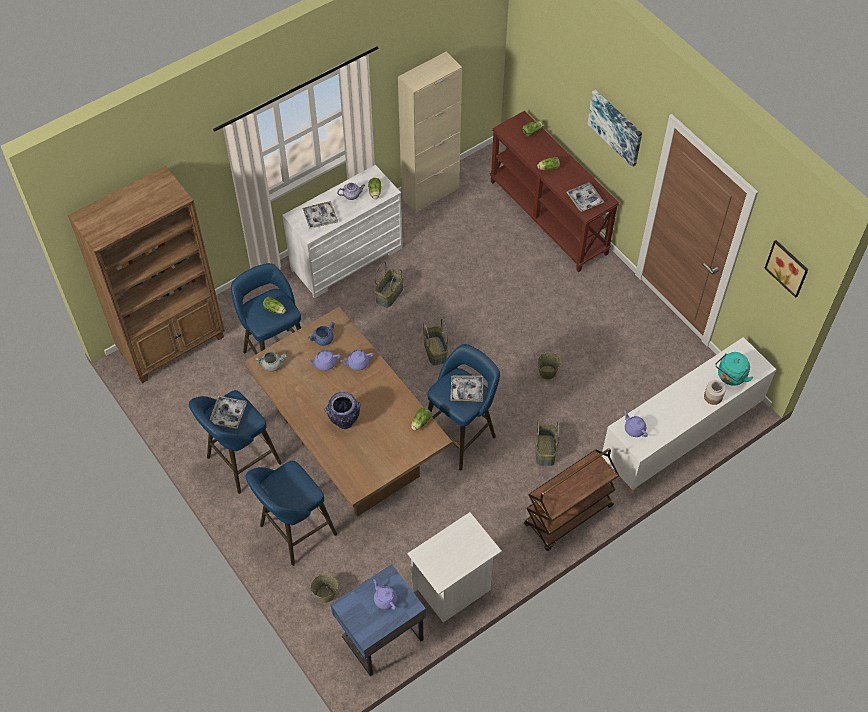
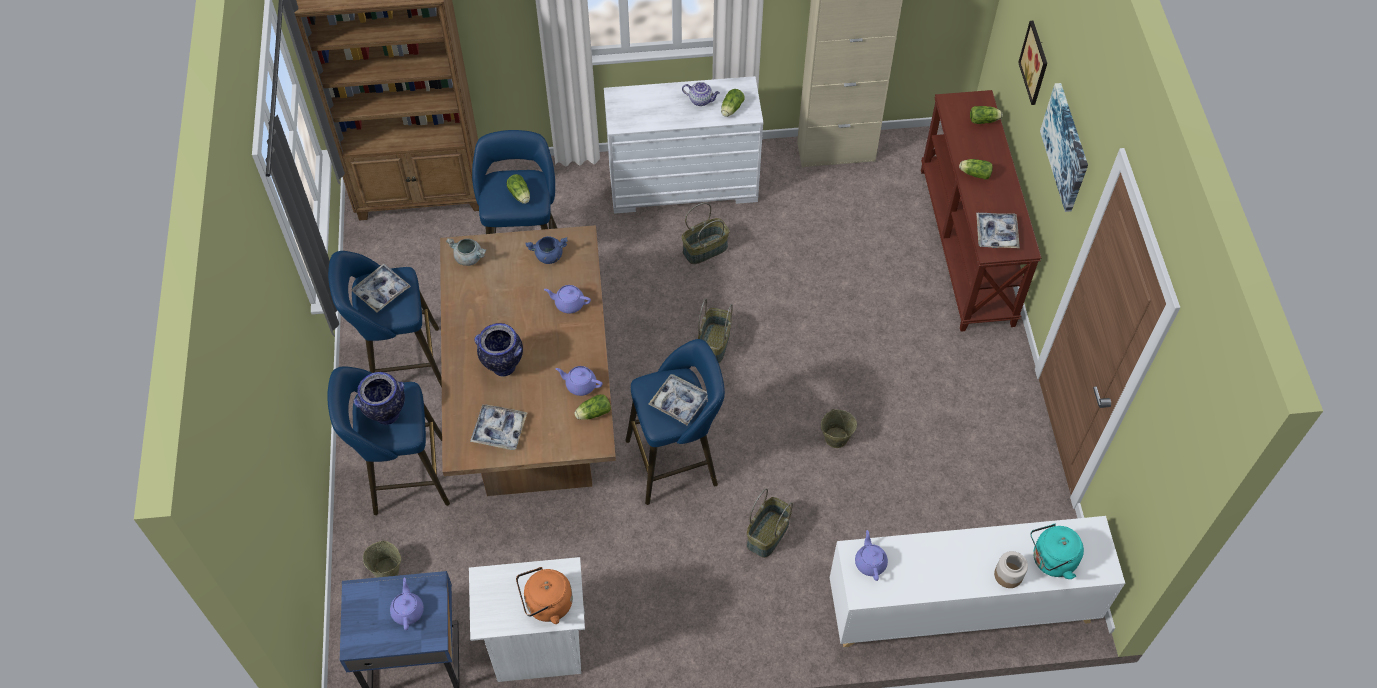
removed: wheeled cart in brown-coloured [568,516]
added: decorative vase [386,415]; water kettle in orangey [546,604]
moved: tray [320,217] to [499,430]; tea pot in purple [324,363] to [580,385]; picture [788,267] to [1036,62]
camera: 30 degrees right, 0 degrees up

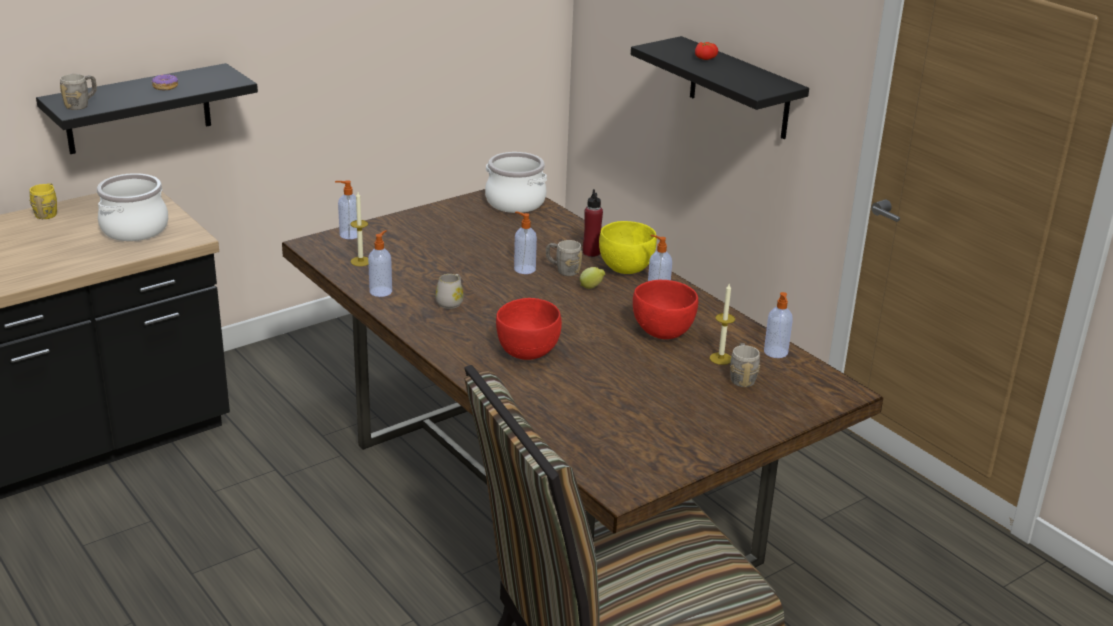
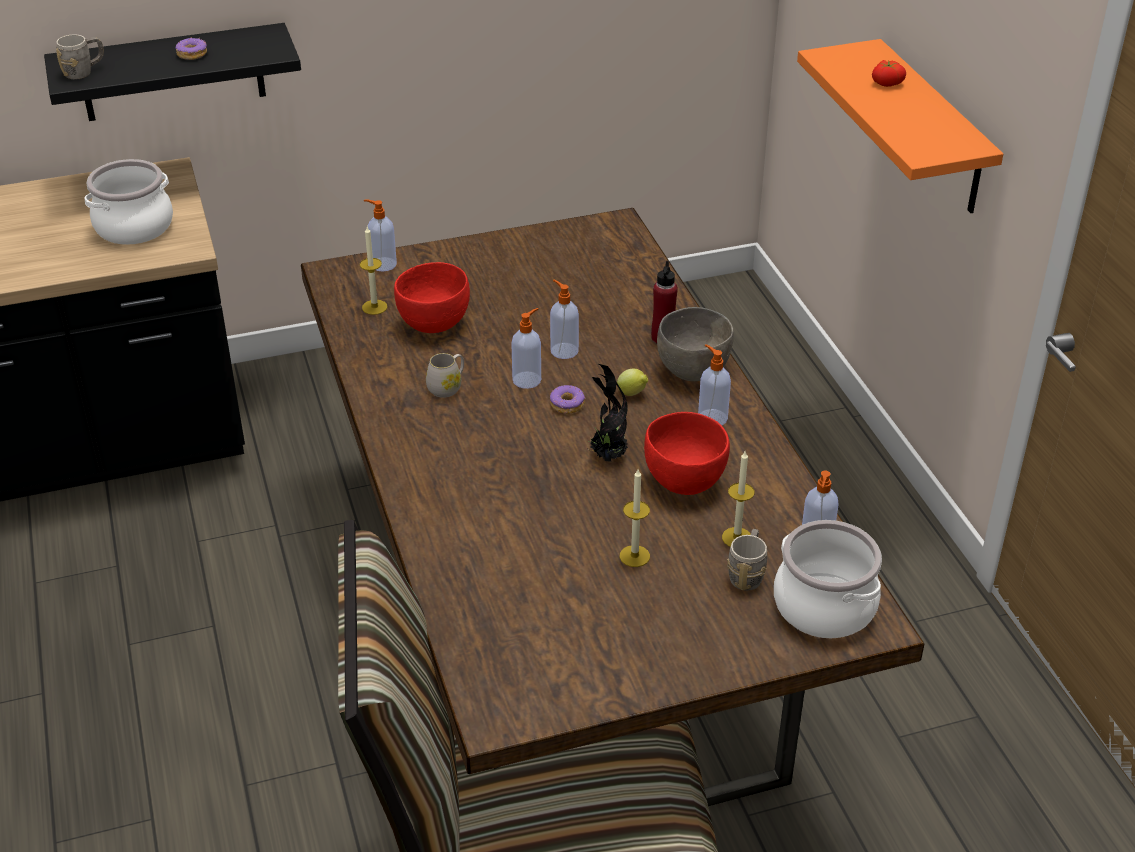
removed: tea mug in yellow-coloured [48,213]; tea mug in grey [563,270]
added: donut [567,404]; potted plant [607,456]; candle [634,556]
moved: liquid soap bottle [381,291] to [527,379]; saucepot [515,202] to [825,606]; bowl in red [528,353] to [435,324]
recoloured: bowl in yellow-coloured [626,269] to bowl in grey [692,371]; wall shelf in black-coloured [739,89] to wall shelf in orangey [932,129]
camera: 20 degrees right, 10 degrees up

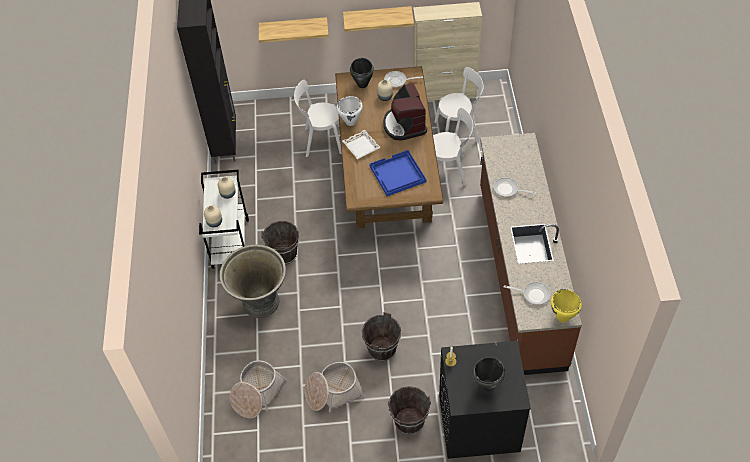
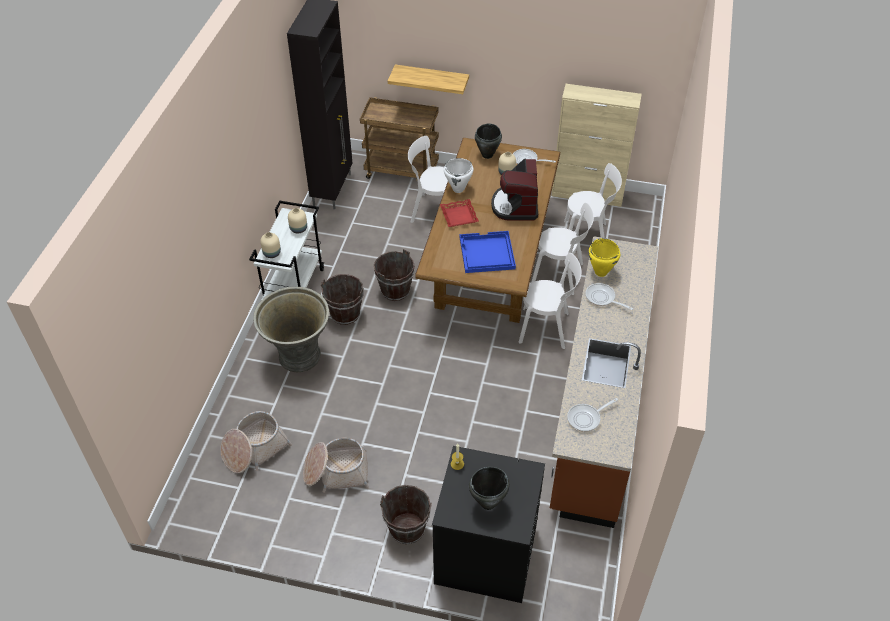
removed: wall shelf [377,17]
added: wheeled cart in brown-coloured [402,171]; plain chair in white [547,328]
moved: bucket in brown-coloured [382,349] to [395,291]; saucepot in yellow-coloured [562,317] to [600,272]
recoloured: tray in white [361,146] to tray in red [459,216]
turned: frying pan [533,294] = [586,418] 120 degrees clockwise
camera: 15 degrees right, 5 degrees down

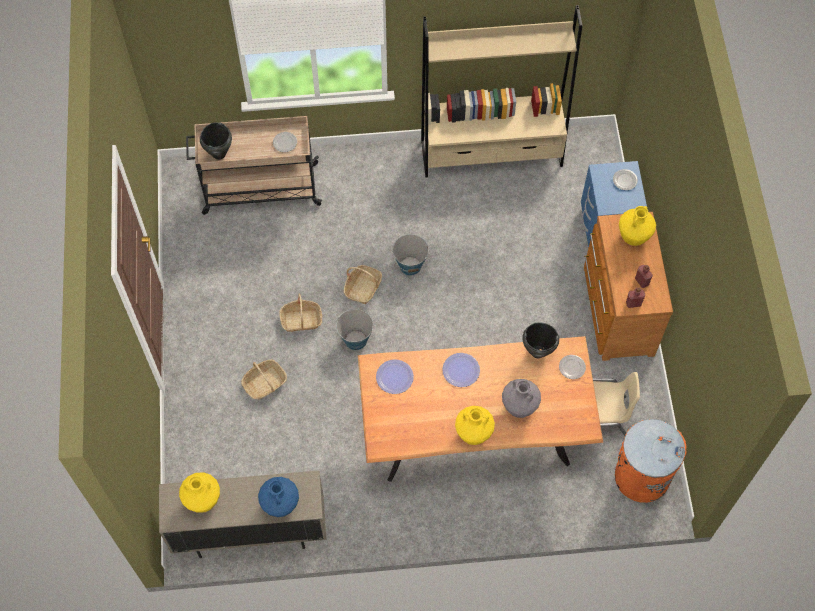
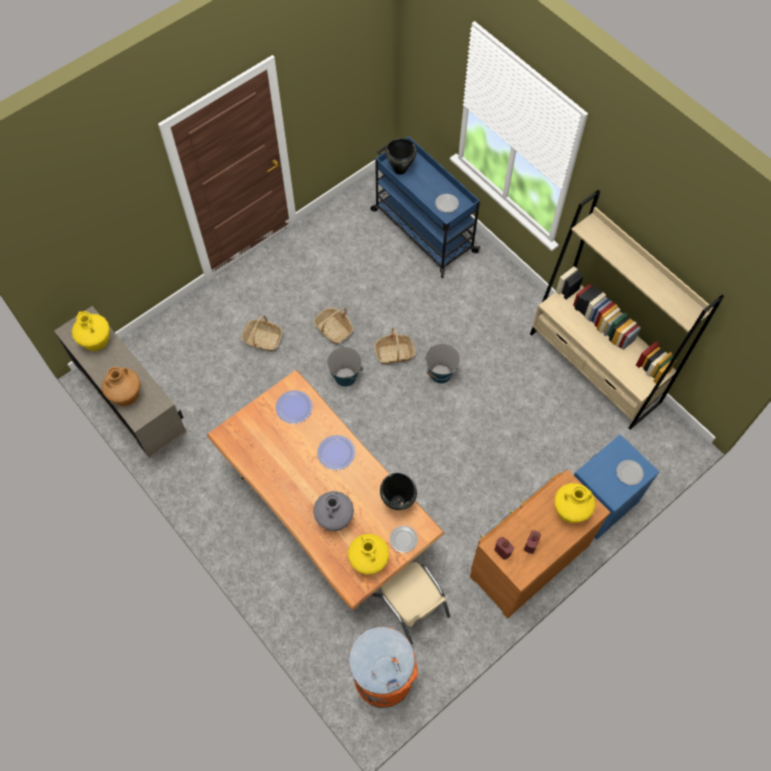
moved: decorative vase in yellow-coloured [474,434] to [369,562]
recoloured: wheeled cart in sand-coloured [259,189] to wheeled cart in blue [422,230]; decorative vase in blue [280,505] to decorative vase in brown-coloured [126,396]
camera: 55 degrees right, 0 degrees up

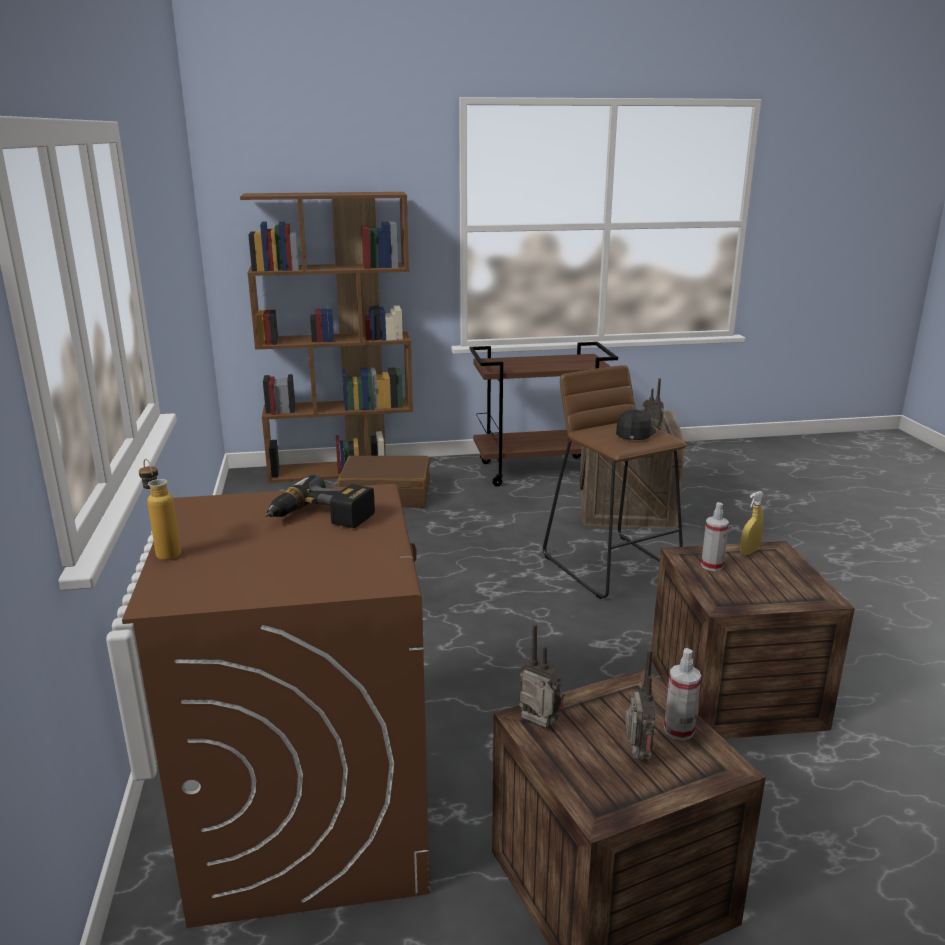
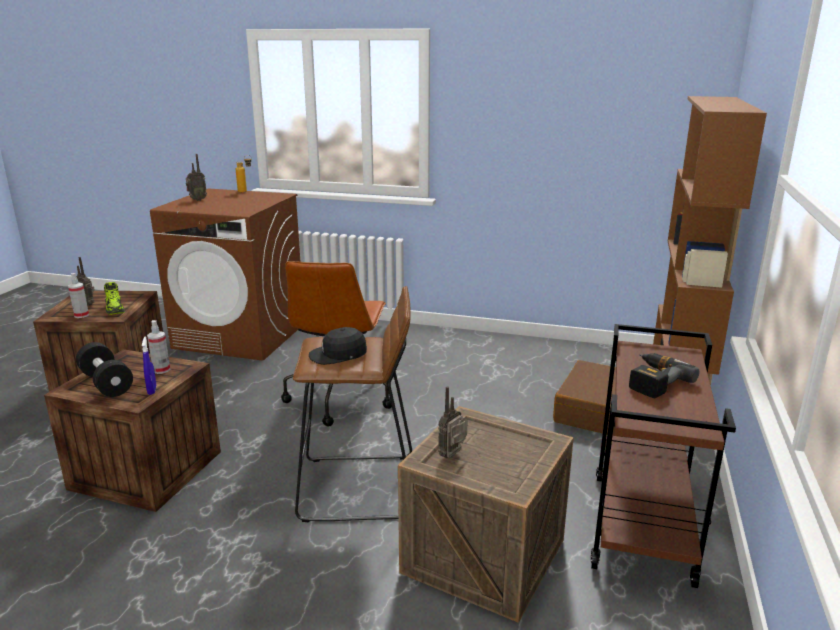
added: free weight in black-coloured [106,383]; shoe [115,309]; desk chair in brown-coloured [339,396]
moved: electric drill [320,518] to [653,381]; radio set [538,727] to [197,200]
recoloured: spray bottle in yellow-coloured [749,552] to spray bottle in blue [152,390]
turned: baseball cap in black-coloured [634,433] = [338,354] 120 degrees clockwise
camera: 115 degrees right, 0 degrees up

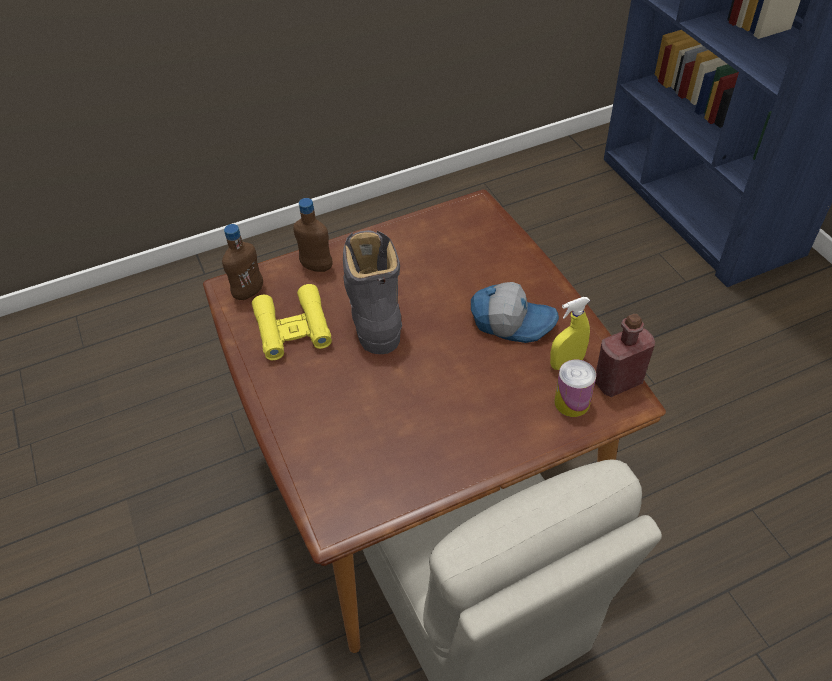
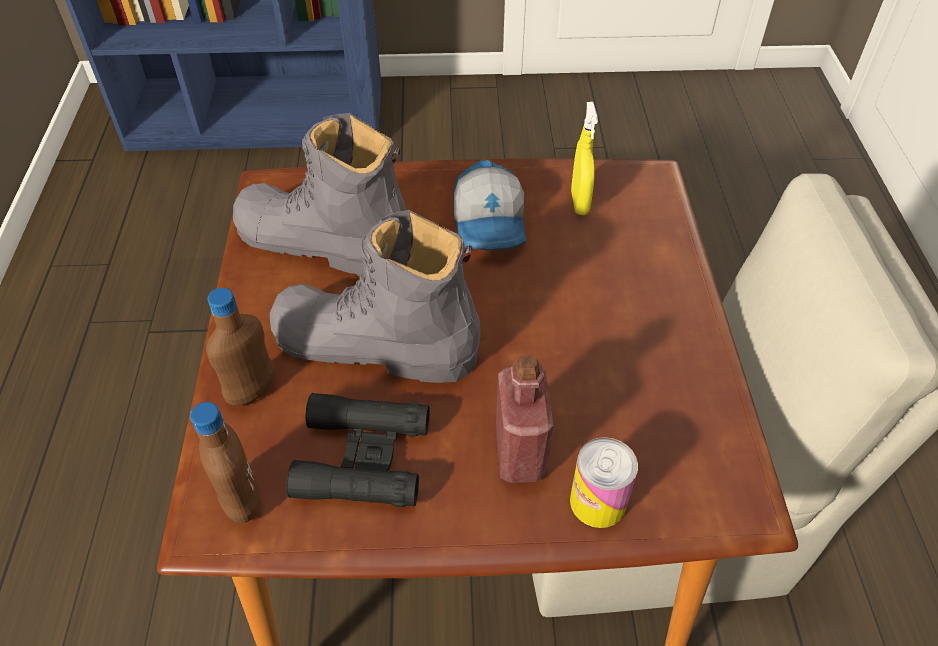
added: boot in grey [324,243]
moved: sealed can [572,402] to [598,502]; drink bottle in red [618,382] to [520,453]
recoloured: binoculars in yellow-coloured [293,328] to binoculars in black-coloured [363,458]
turned: baseball cap [512,321] = [491,223] 135 degrees clockwise
camera: 70 degrees left, 0 degrees up

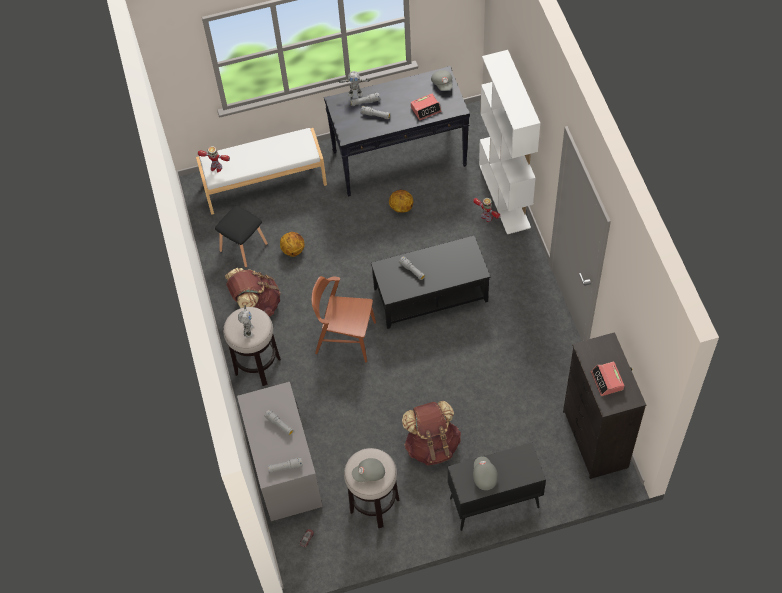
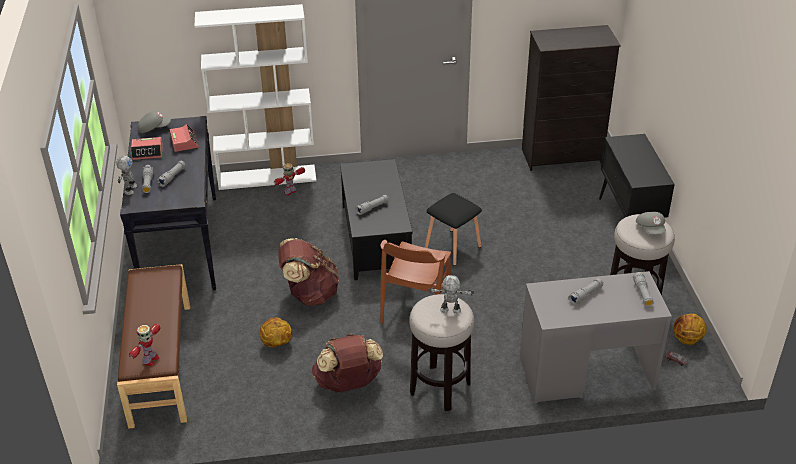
removed: baseball cap in grey [484,476]
moved: sitting stool in black-coloured [243,246] to [452,247]; basketball ball [401,208] to [686,340]; rucksack in brown-coloured [432,445] to [310,294]; table clock [607,381] to [147,152]
recoloured: long seat in white [264,183] to long seat in brown-coloured [160,364]
camera: 85 degrees left, 20 degrees down

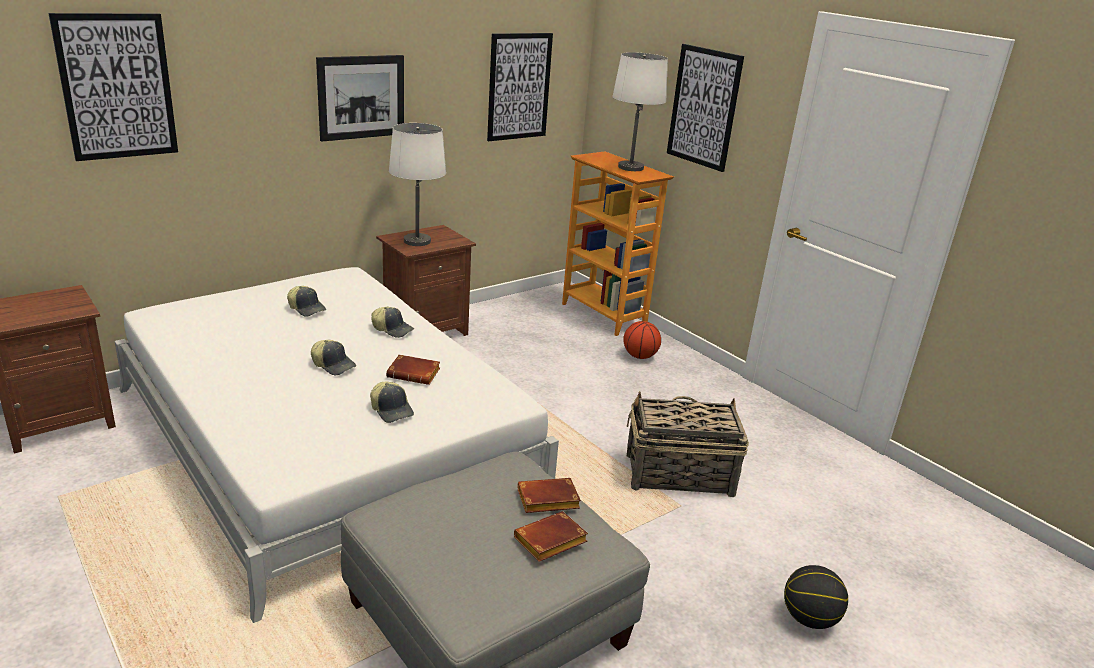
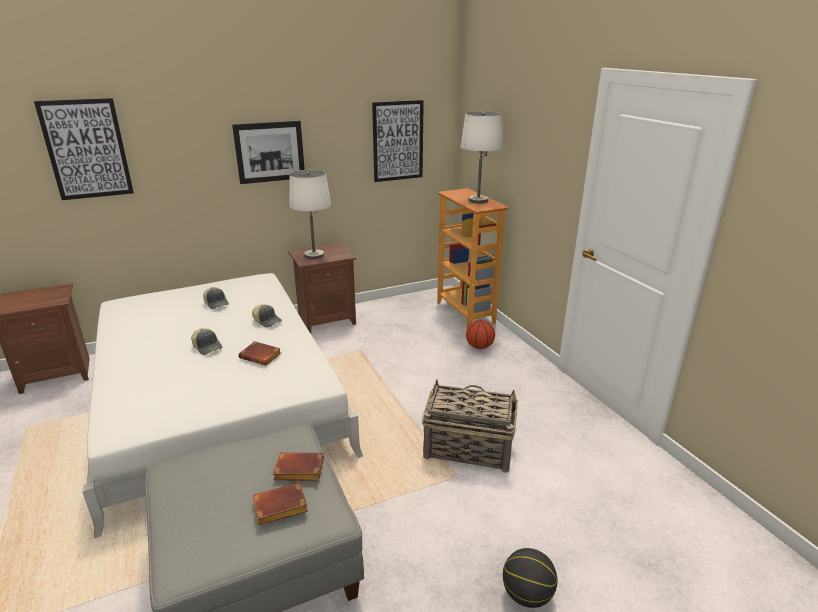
removed: baseball cap [392,410]; picture [704,107]
camera: 15 degrees right, 0 degrees up

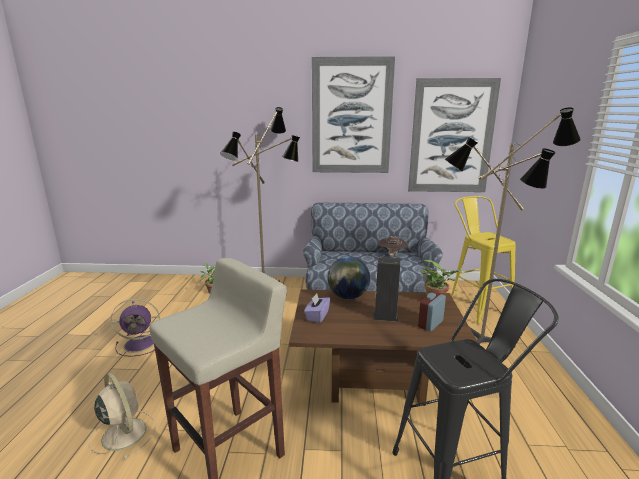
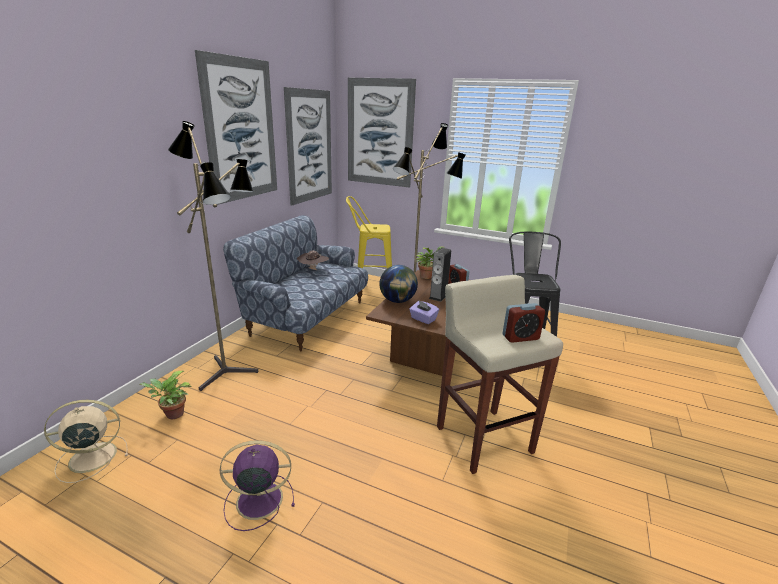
added: picture [379,133]; table clock [520,337]
moved: fan in sand-coloured [123,433] to [90,457]
turned: fan in purple [141,343] = [257,500] 105 degrees counterclockwise
camera: 70 degrees left, 5 degrees up

